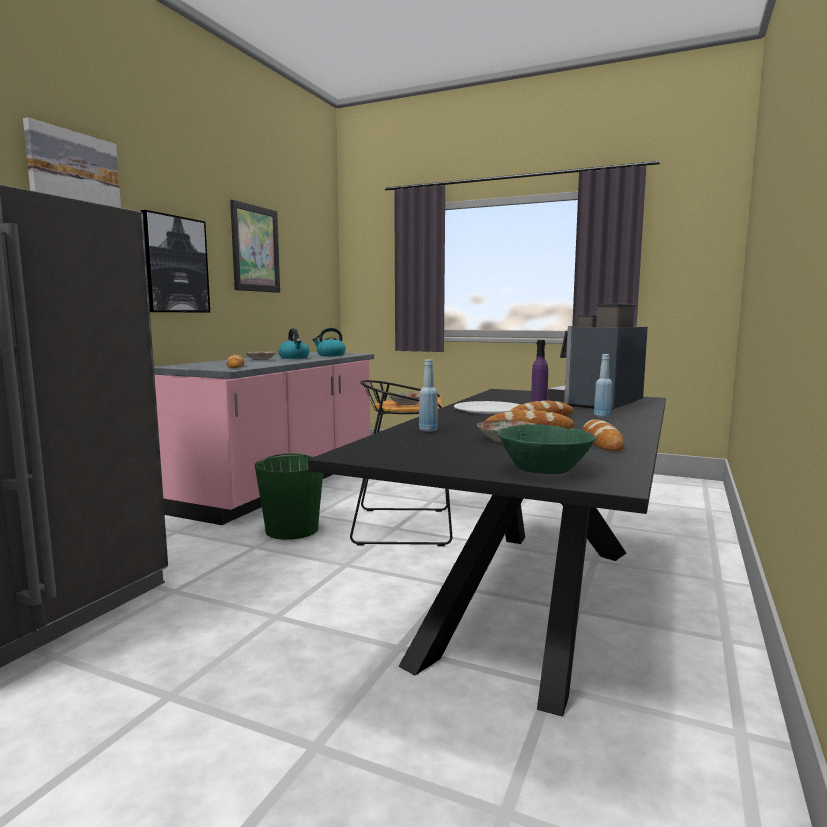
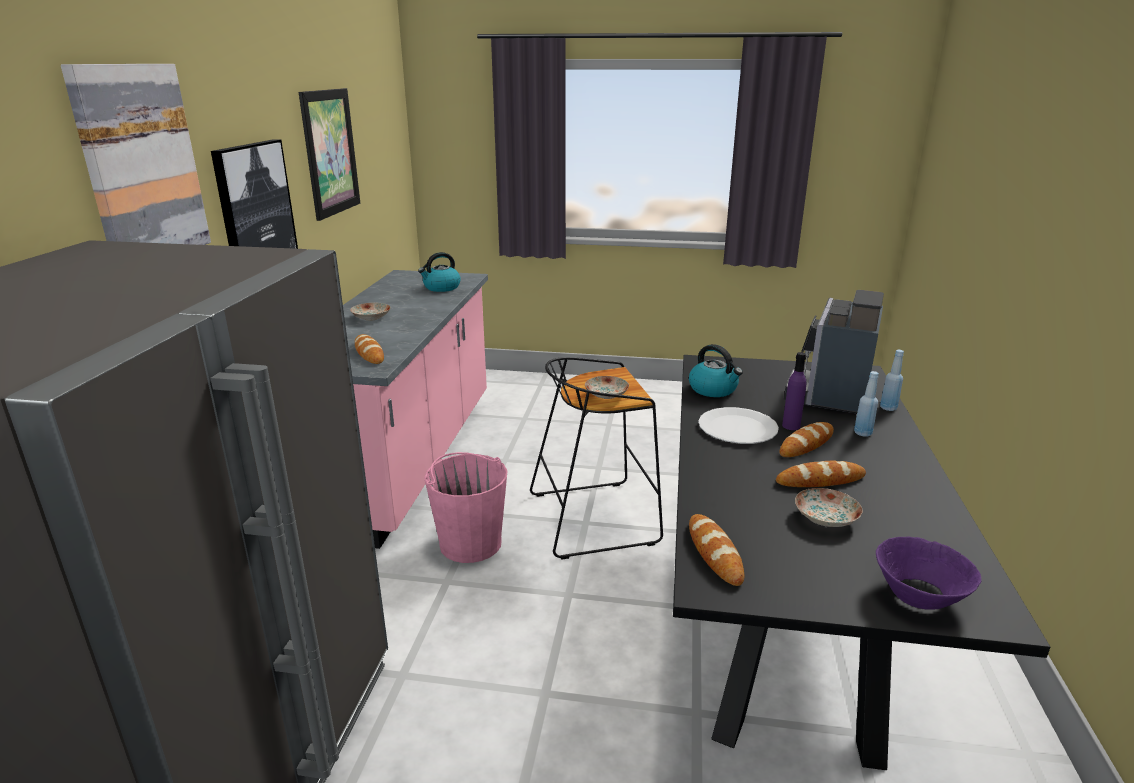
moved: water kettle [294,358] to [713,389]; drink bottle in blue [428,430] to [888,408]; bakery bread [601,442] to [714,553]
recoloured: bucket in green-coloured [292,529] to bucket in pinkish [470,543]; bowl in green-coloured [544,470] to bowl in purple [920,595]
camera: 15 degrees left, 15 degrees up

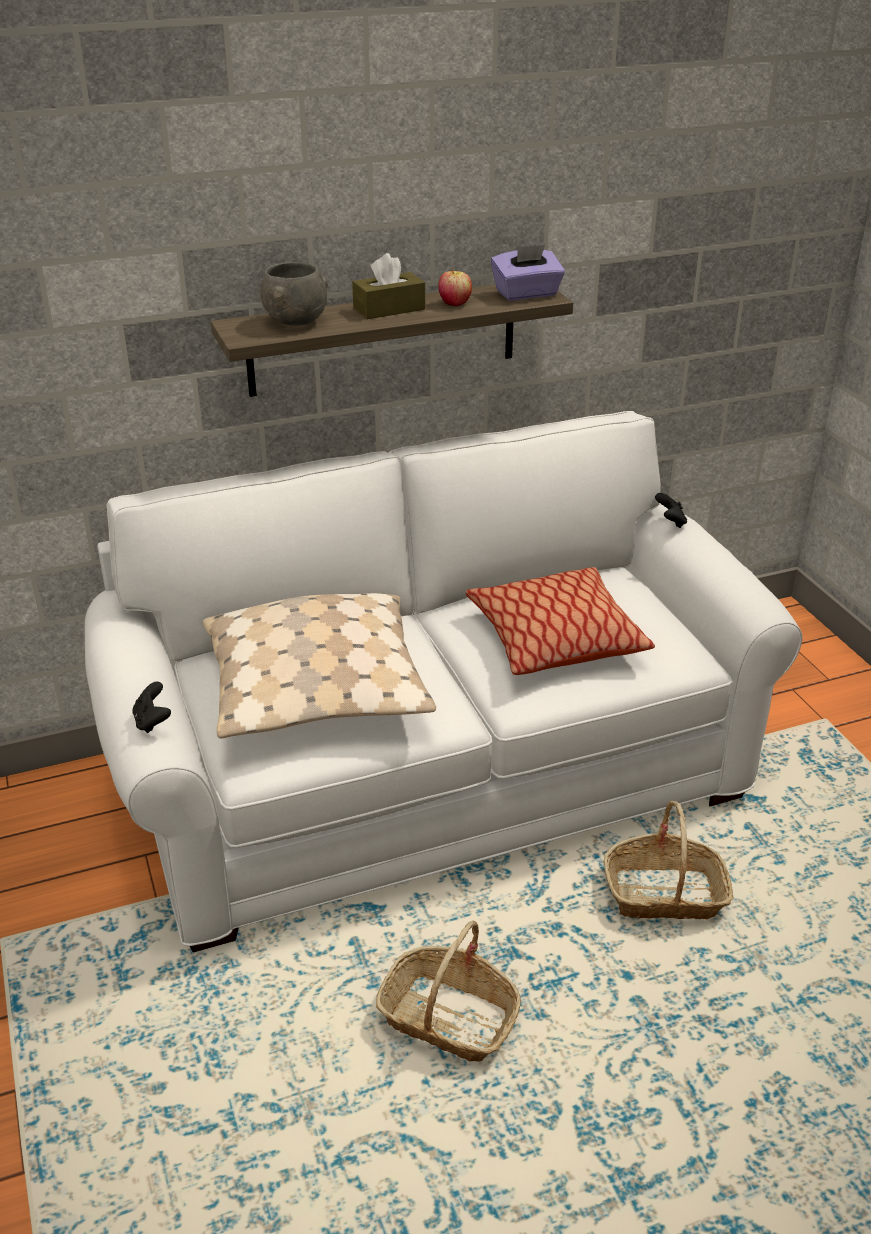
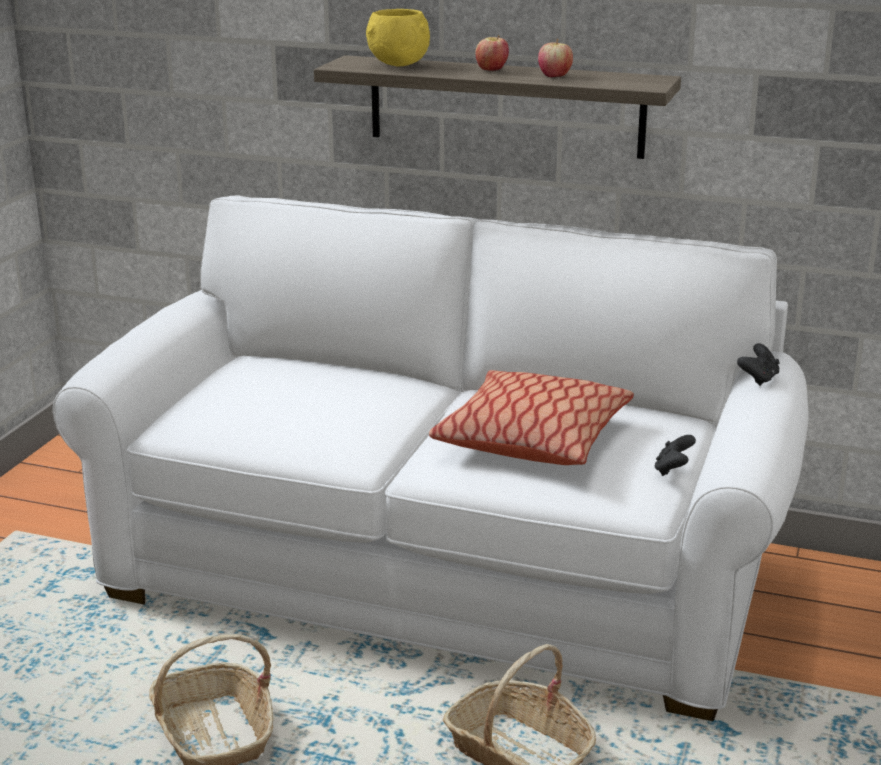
removed: pillow in sand-coloured [317,690]; box of tissues in purple [527,294]
moved: gamepad in black-coloured [152,722] to [673,470]
replaced: box of tissues in brown-coloured [389,309] to whole apple [492,70]
recoloured: bowl in grey [294,323] to bowl in yellow-coloured [397,65]
camera: 40 degrees right, 10 degrees down

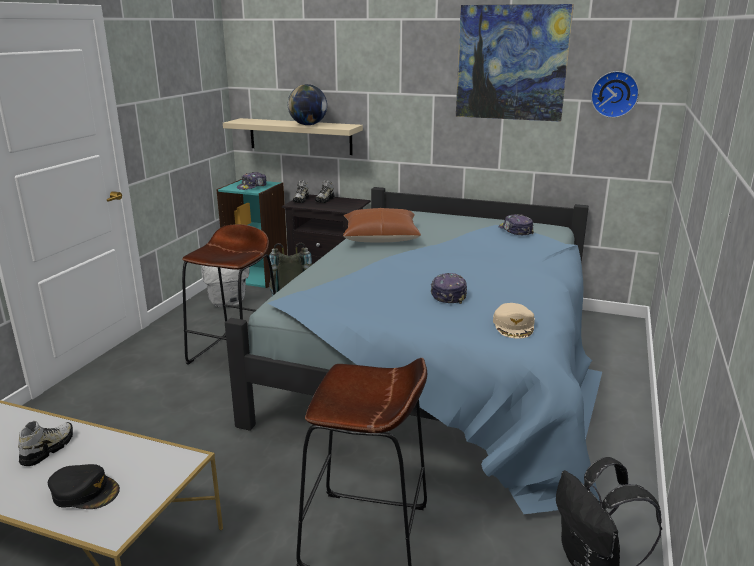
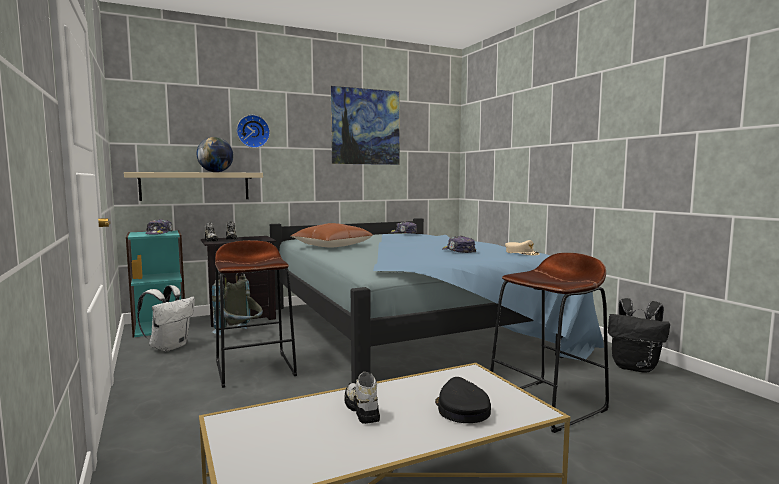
moved: clock on the wall [614,94] to [253,131]
turned: baseball cap in black-coloured [85,492] = [461,409] 75 degrees counterclockwise
camera: 45 degrees left, 15 degrees down

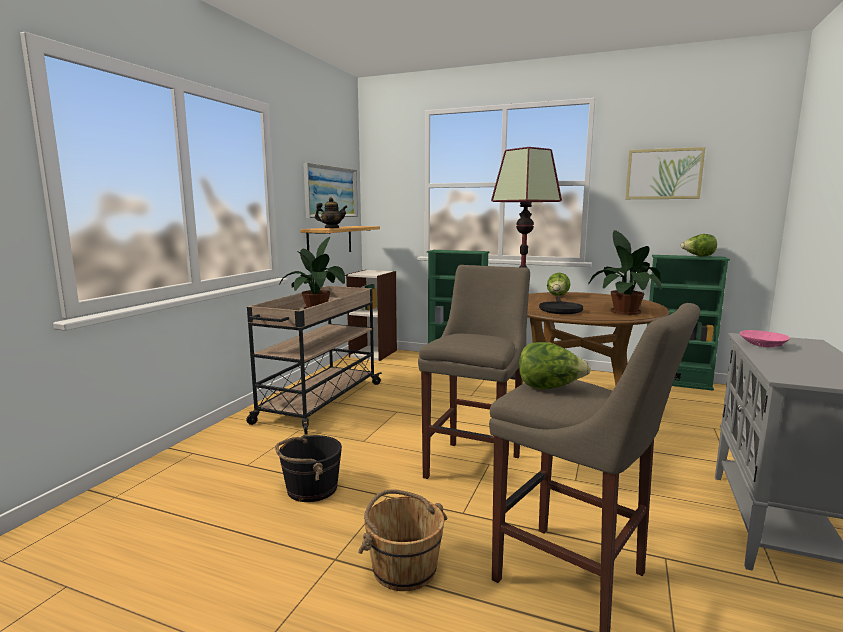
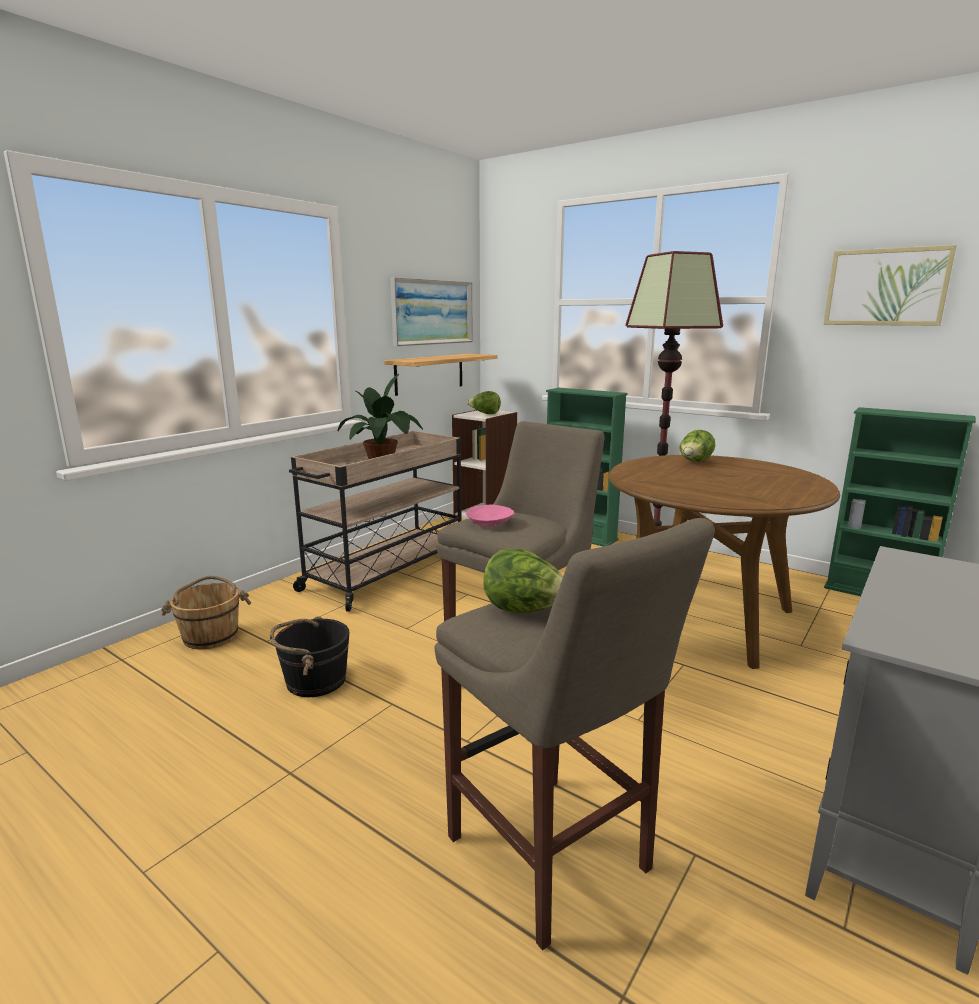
removed: tea pot [331,228]; frying pan in black-coloured [559,309]; potted plant [624,311]
moved: bucket in brown-coloured [404,567] to [211,636]; lettuce [698,256] to [485,414]; bowl in pinkish [762,345] to [489,523]
camera: 15 degrees right, 5 degrees up

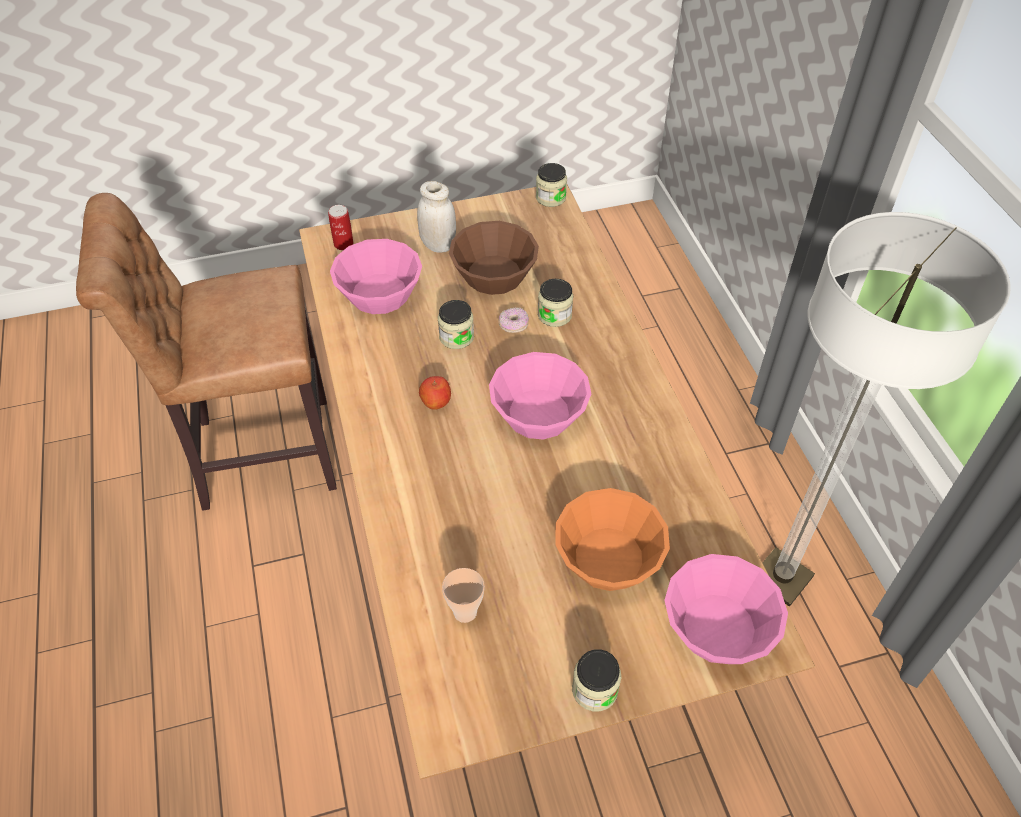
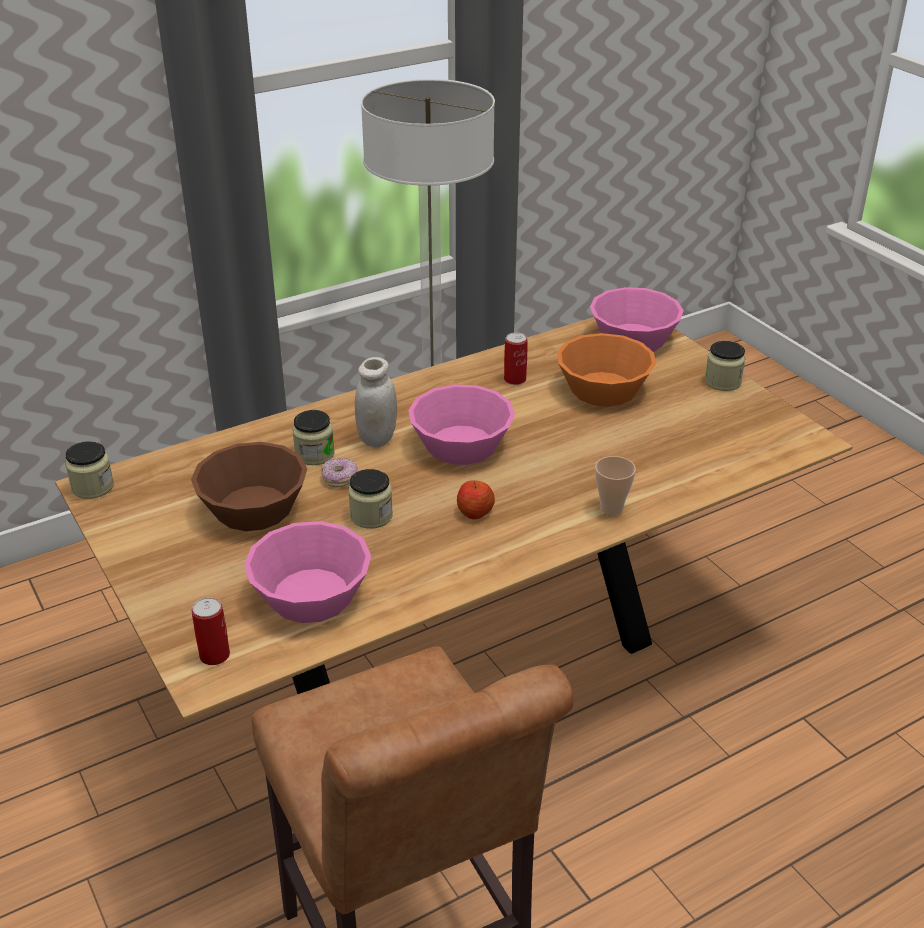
added: sealed can [515,379]
moved: preserve jar in white [438,245] to [377,438]; drinking cup [465,612] to [611,508]
camera: 105 degrees left, 15 degrees down

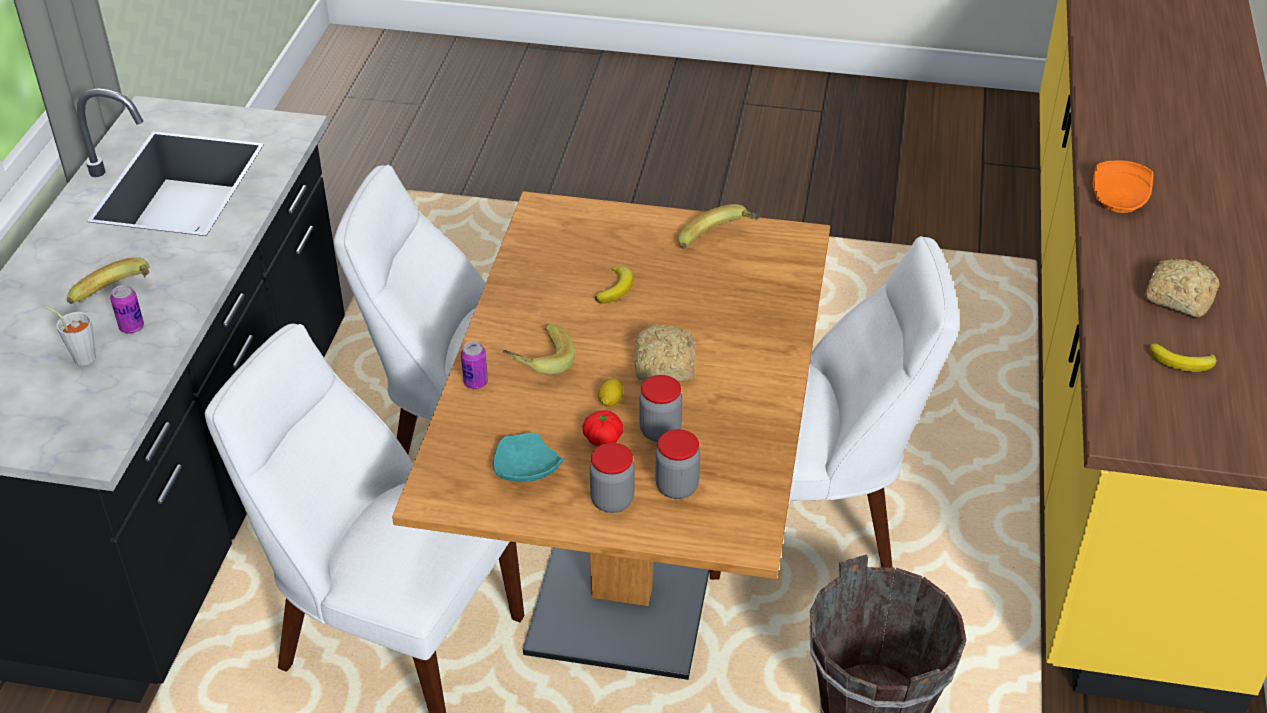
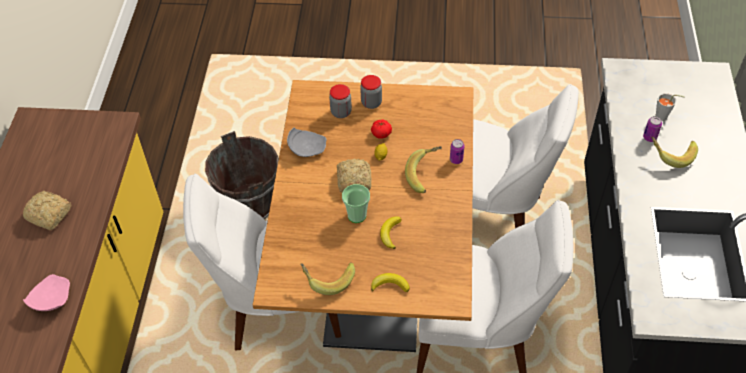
removed: flat dish in turquoise [525,471]; preserve jar [660,431]
added: flat dish in grey [306,148]; drinking cup [357,215]
moved: banana [1182,363] to [390,285]
recoloured: flat dish in orangey [1120,199] to flat dish in pinkish [50,299]
camera: 175 degrees right, 10 degrees up

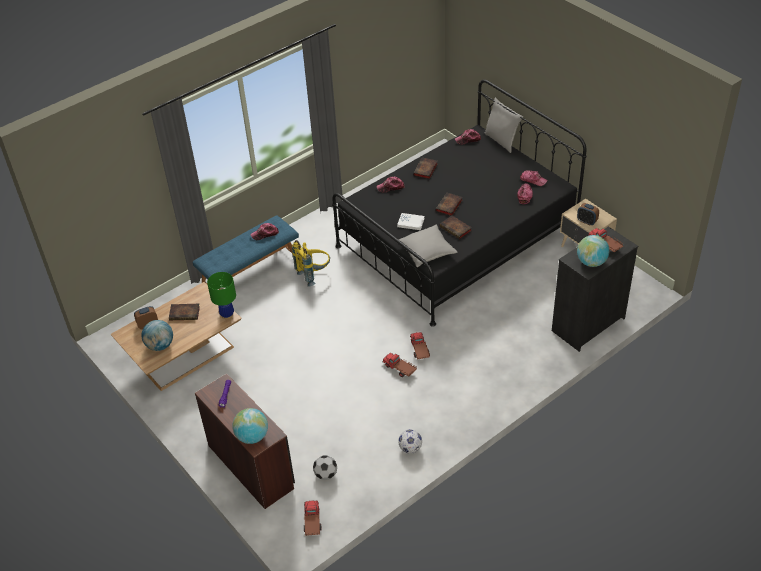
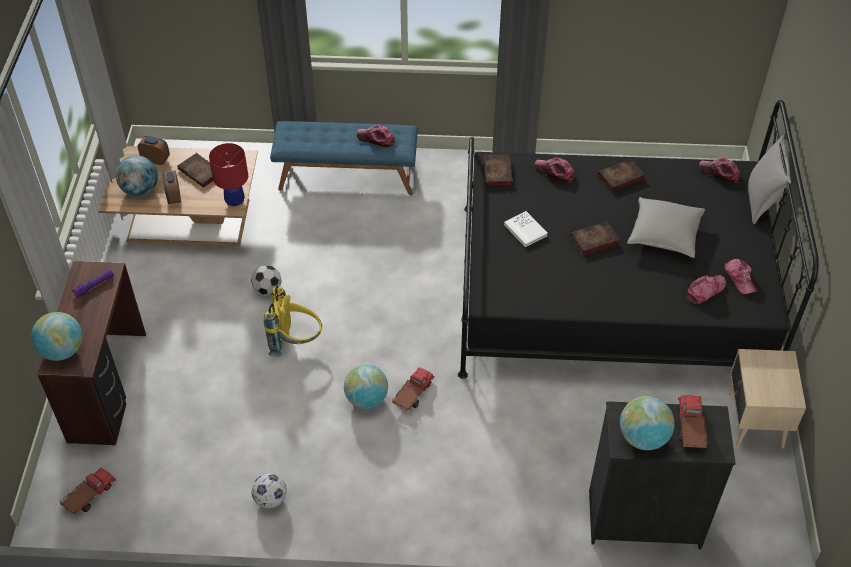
moved: rucksack in yellow-coloured [314,274] to [296,342]; football ball [326,474] to [268,289]; pillow in grey [427,252] to [664,234]; volume [456,229] to [498,173]; table clock [587,221] to [174,197]
replaced: toy truck [399,369] to globe [366,399]
recoloured: tabletop lamp in green-coloured [227,315] to tabletop lamp in red [235,202]
camera: 40 degrees right, 5 degrees up

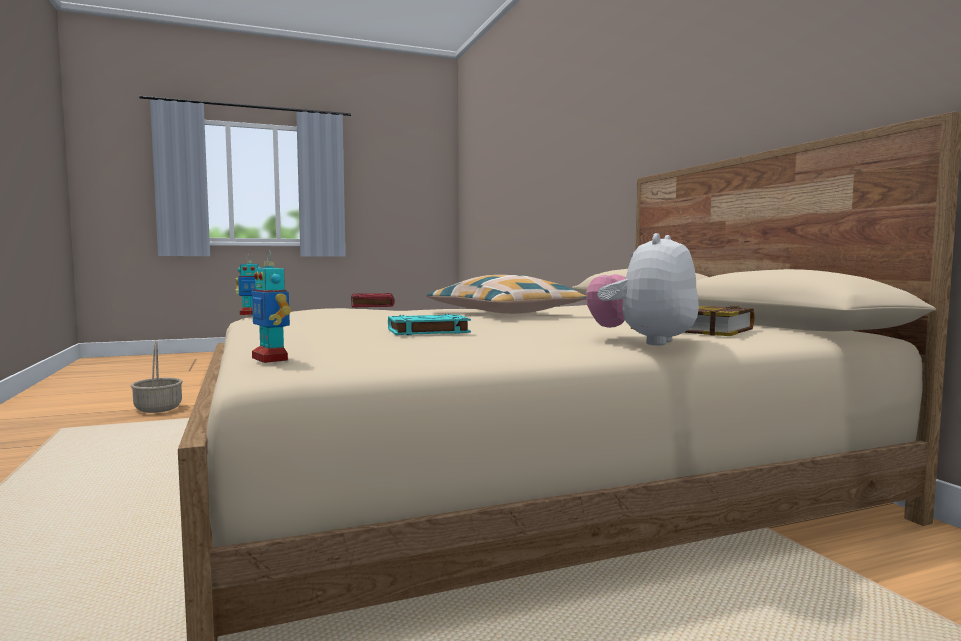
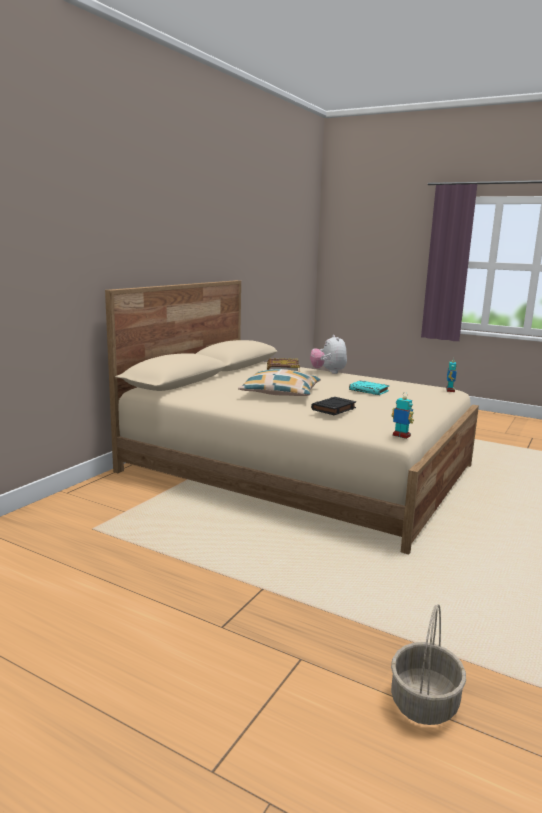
recoloured: volume in red [372,305] to volume in black-coloured [333,409]
turned: cuddly toy [643,342] = [328,372] 90 degrees clockwise
camera: 130 degrees left, 10 degrees up

